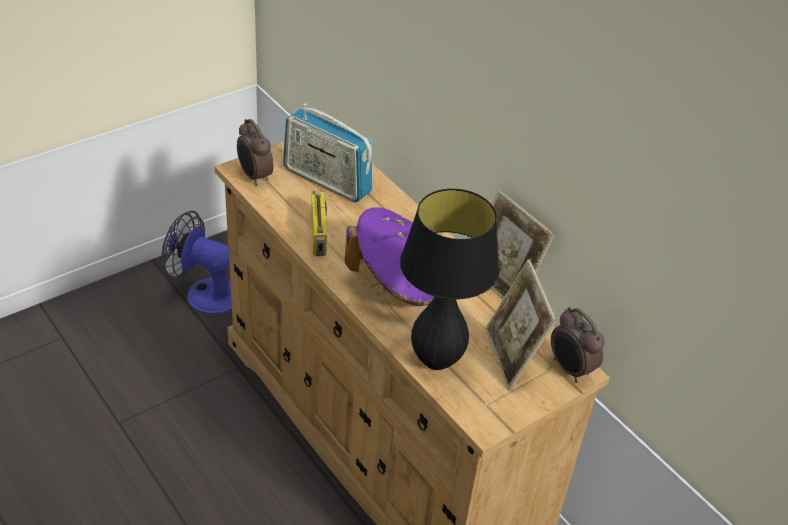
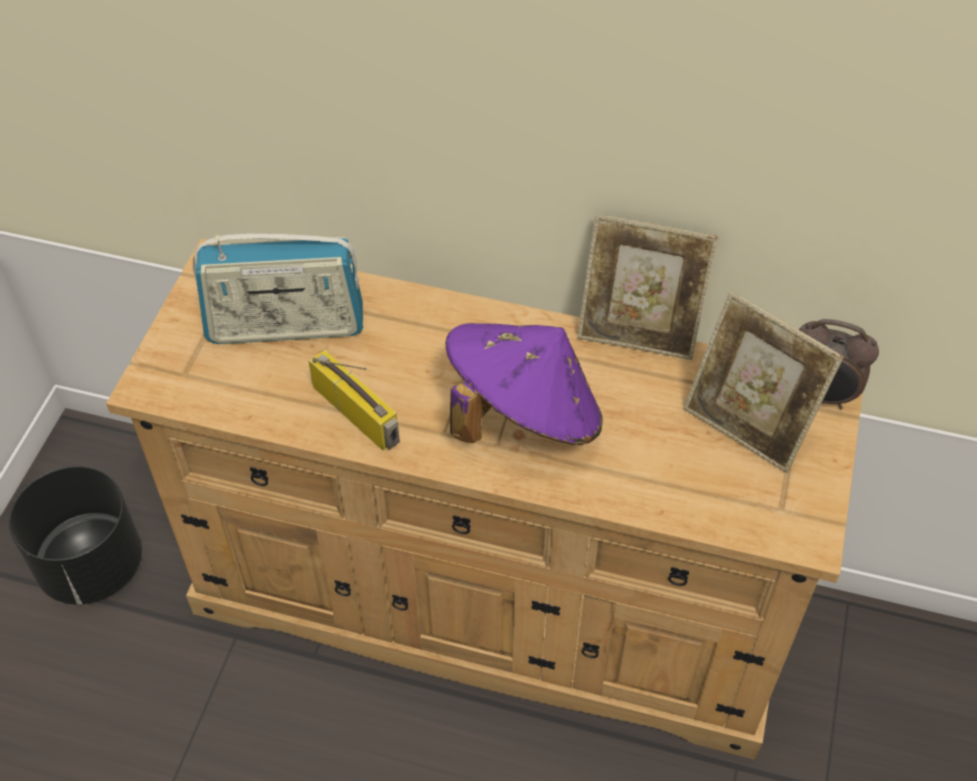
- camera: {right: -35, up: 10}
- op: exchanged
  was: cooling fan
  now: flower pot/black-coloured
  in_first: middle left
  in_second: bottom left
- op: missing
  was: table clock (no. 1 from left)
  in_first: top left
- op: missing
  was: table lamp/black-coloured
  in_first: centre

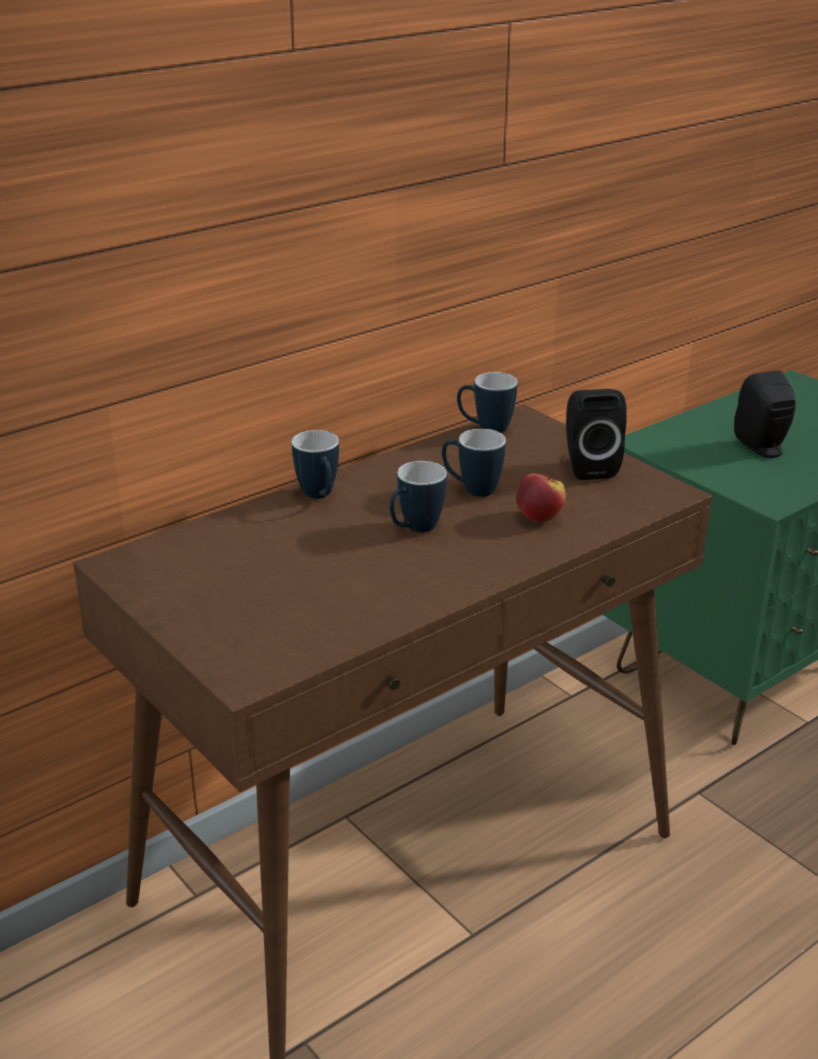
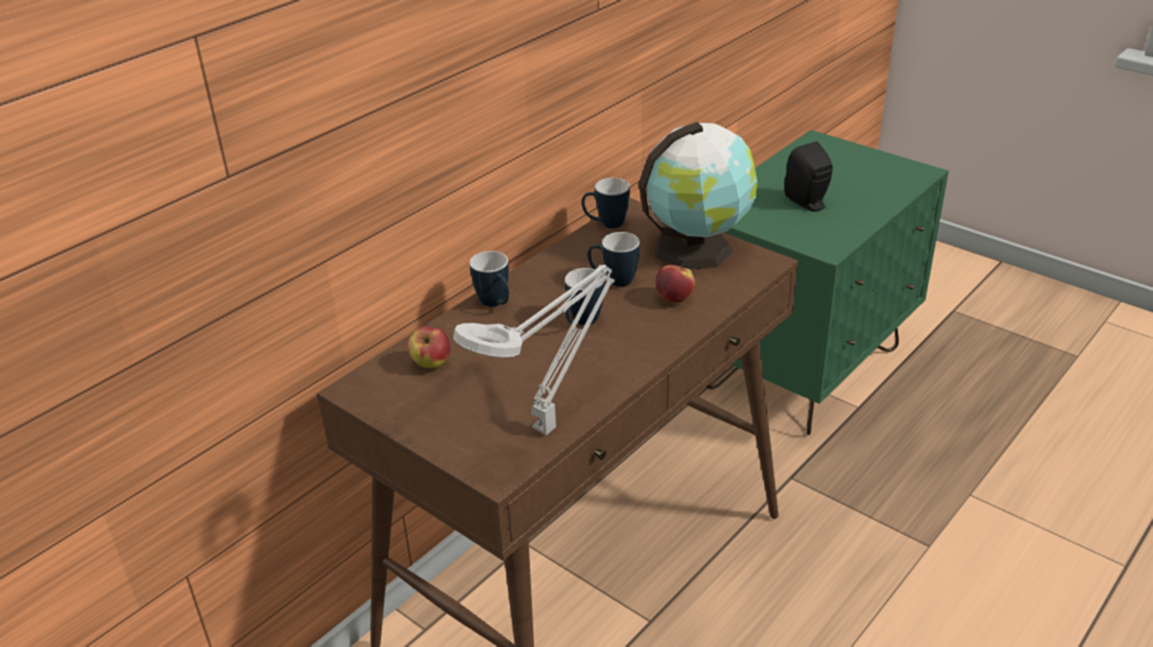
- camera: {right: -10, up: 5}
- op: exchanged
  was: audio speaker/black-coloured (no. 1 from left)
  now: world globe
  in_first: middle right
  in_second: top centre
- op: appeared
  now: apple fruit (no. 1 from left)
  in_second: centre
- op: appeared
  now: table lamp/greyish
  in_second: centre

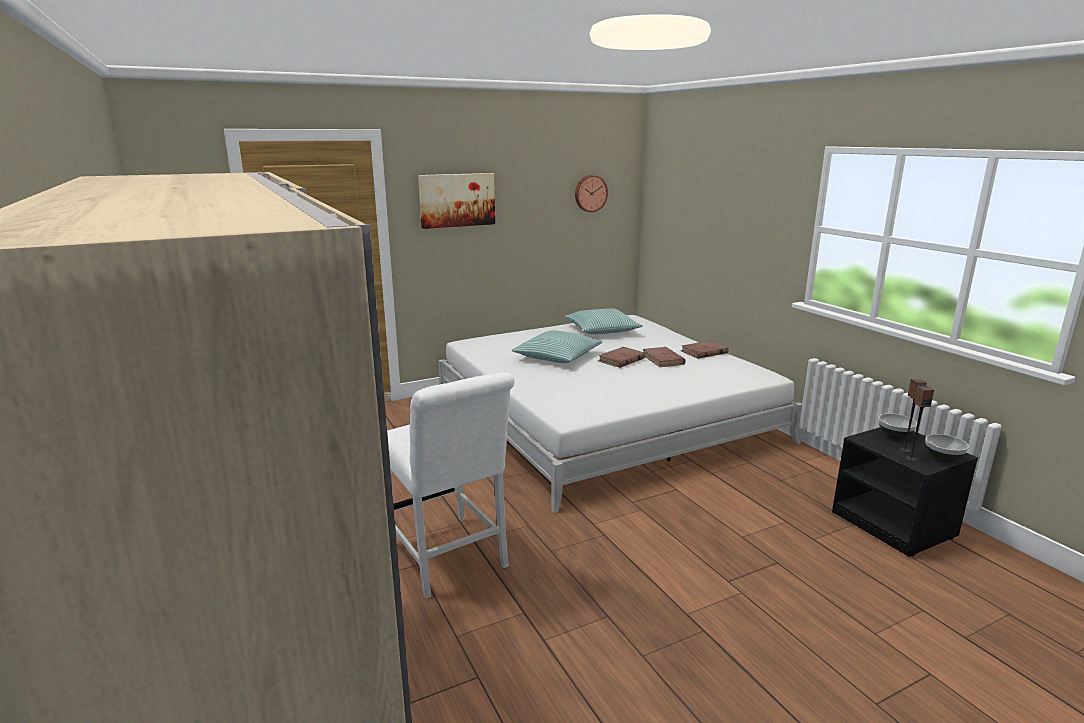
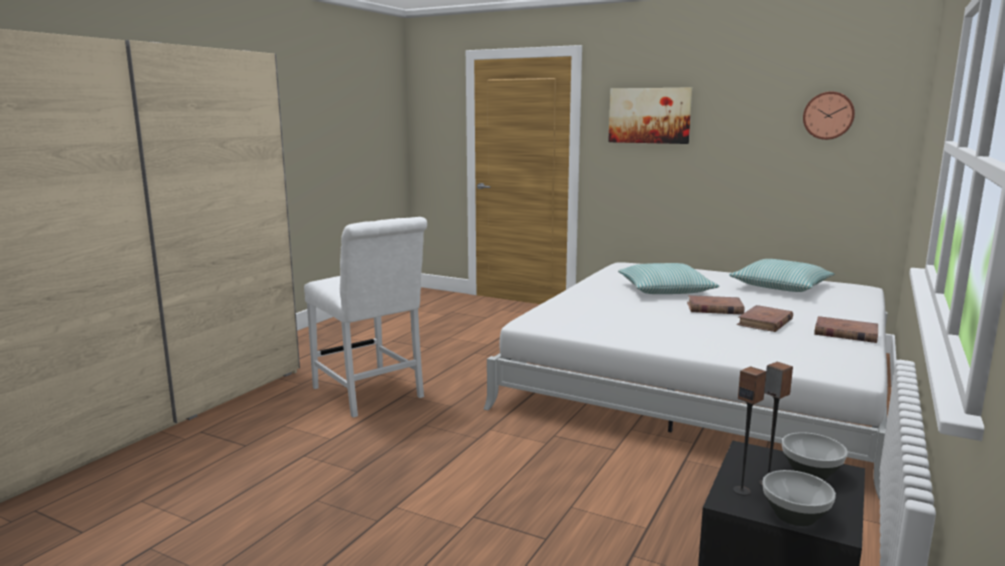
- camera: {right: 55, up: -5}
- op: spun
  was: chair/white
  in_first: bottom centre
  in_second: centre
  clockwise: -60

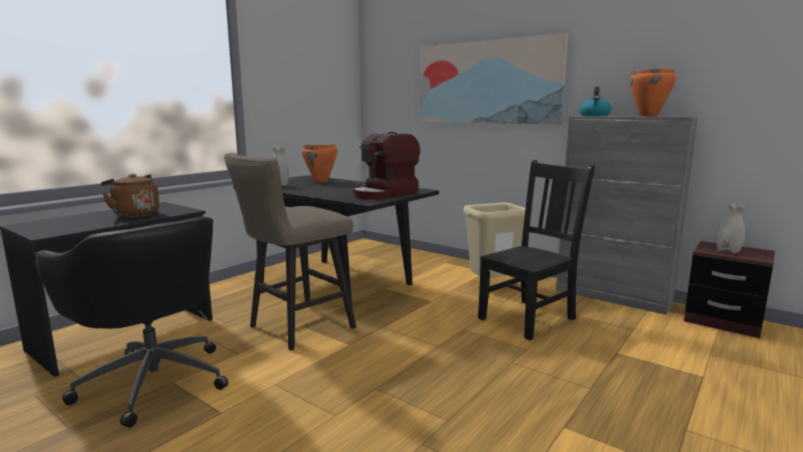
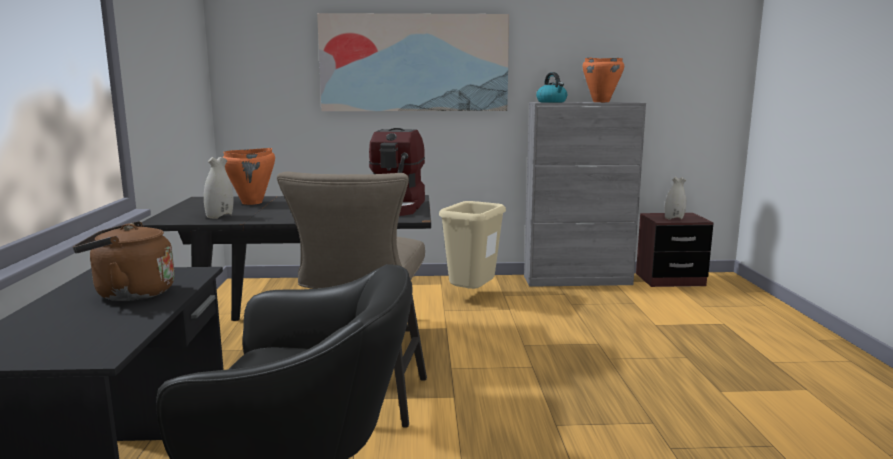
- camera: {right: -40, up: 0}
- op: missing
  was: chair/black-coloured
  in_first: middle right

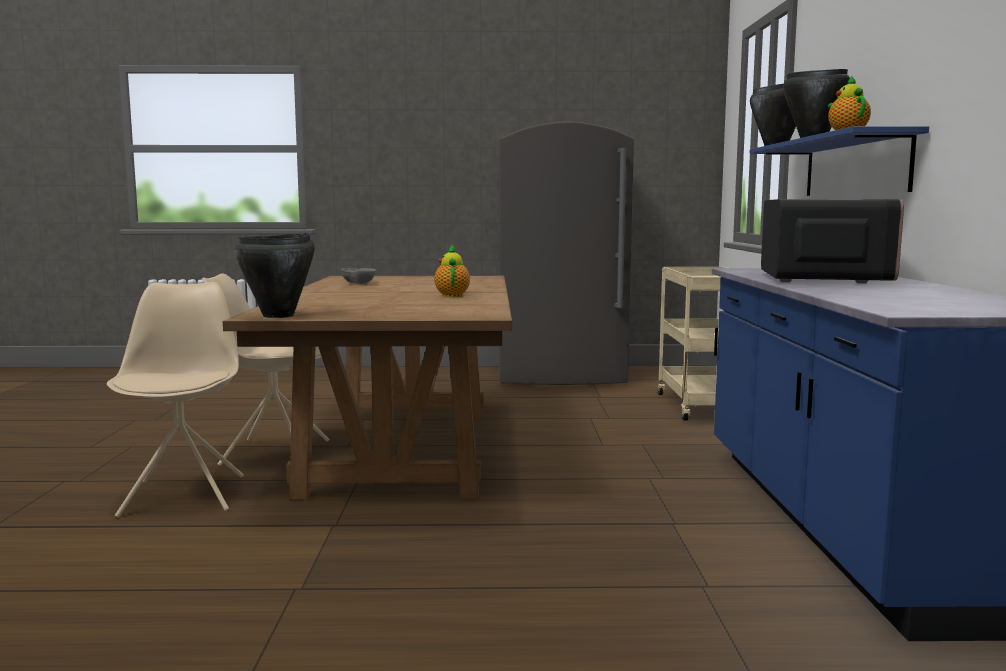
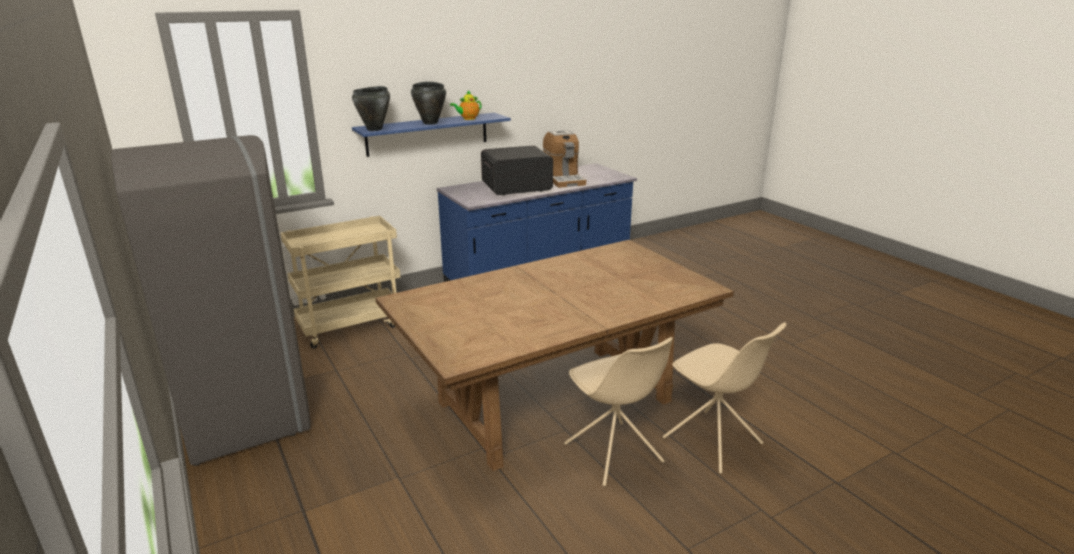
- camera: {right: -120, up: 15}
- op: spun
  was: chair/sand-coloured (no. 1 from left in the first image)
  in_first: middle left
  in_second: bottom right
  clockwise: -90
- op: missing
  was: saucepot/black-coloured (no. 1 from left)
  in_first: middle left
- op: missing
  was: serving bowl/greyish
  in_first: centre
- op: missing
  was: tea pot (no. 1 from left)
  in_first: centre
- op: appeared
  now: coffee machine
  in_second: top centre

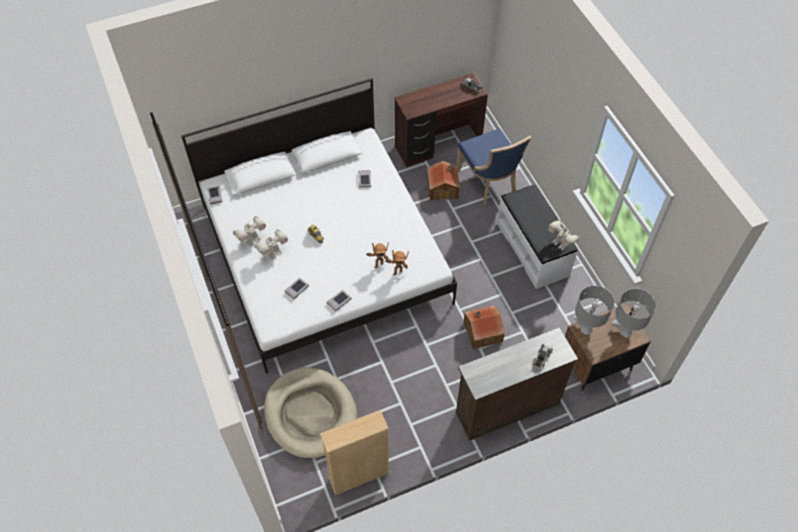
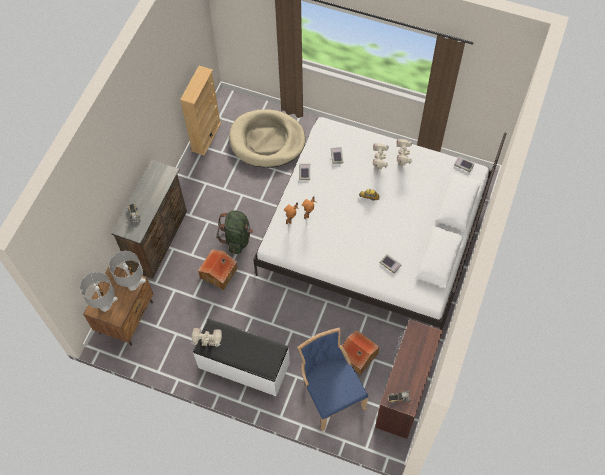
- camera: {right: 135, up: 5}
- op: spun
  was: chair/blue-coloured
  in_first: top centre
  in_second: bottom centre
  clockwise: 45
- op: appeared
  now: backpack/greenish
  in_second: centre

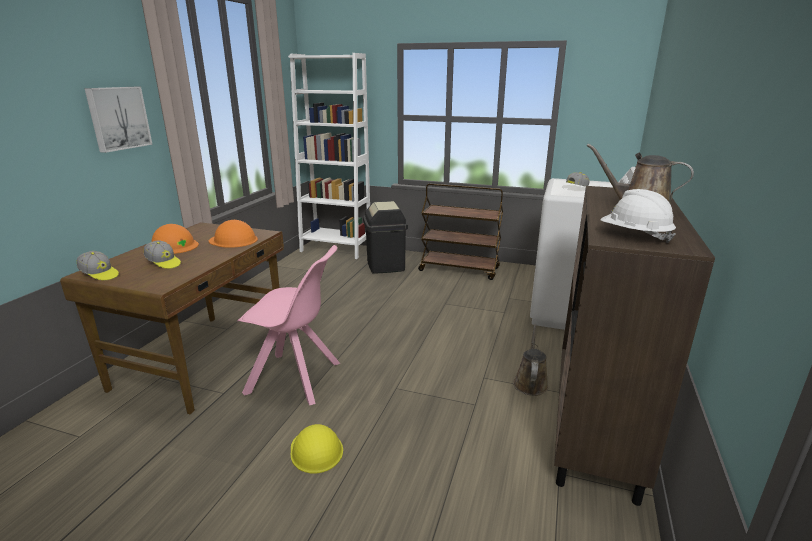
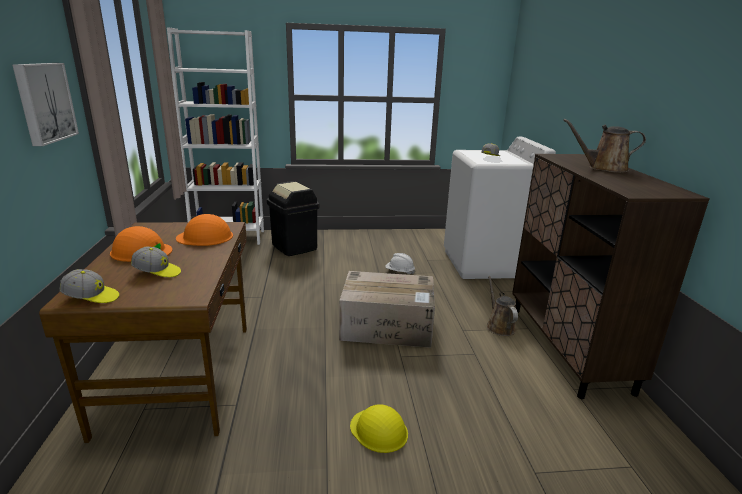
- camera: {right: -25, up: 0}
- op: missing
  was: chair/pink
  in_first: centre
- op: missing
  was: wheeled cart/brownish
  in_first: centre
- op: relocated
  was: hard hat/white
  in_first: middle right
  in_second: centre
- op: appeared
  now: packing box
  in_second: centre

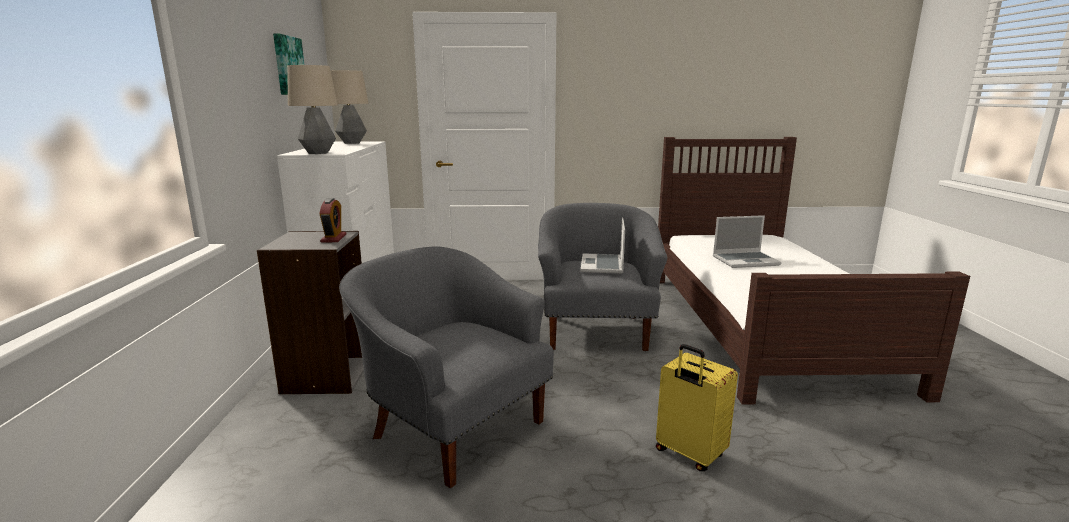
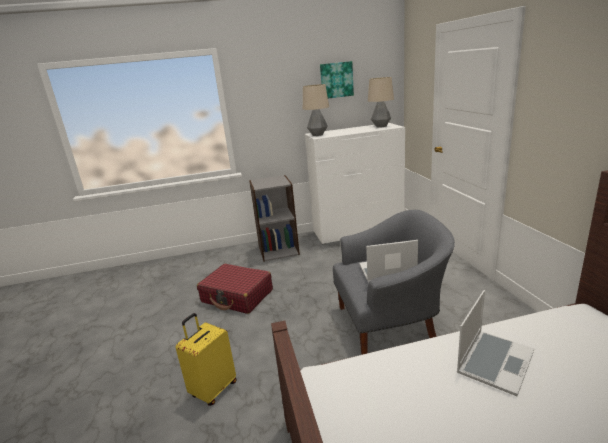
- camera: {right: 80, up: 5}
- op: missing
  was: table clock
  in_first: middle left
- op: exchanged
  was: easy chair/greyish (no. 1 from left)
  now: suitcase/reddish
  in_first: bottom centre
  in_second: centre
- op: spun
  was: portable computer (no. 2 from left)
  in_first: middle right
  in_second: bottom right
  clockwise: -120

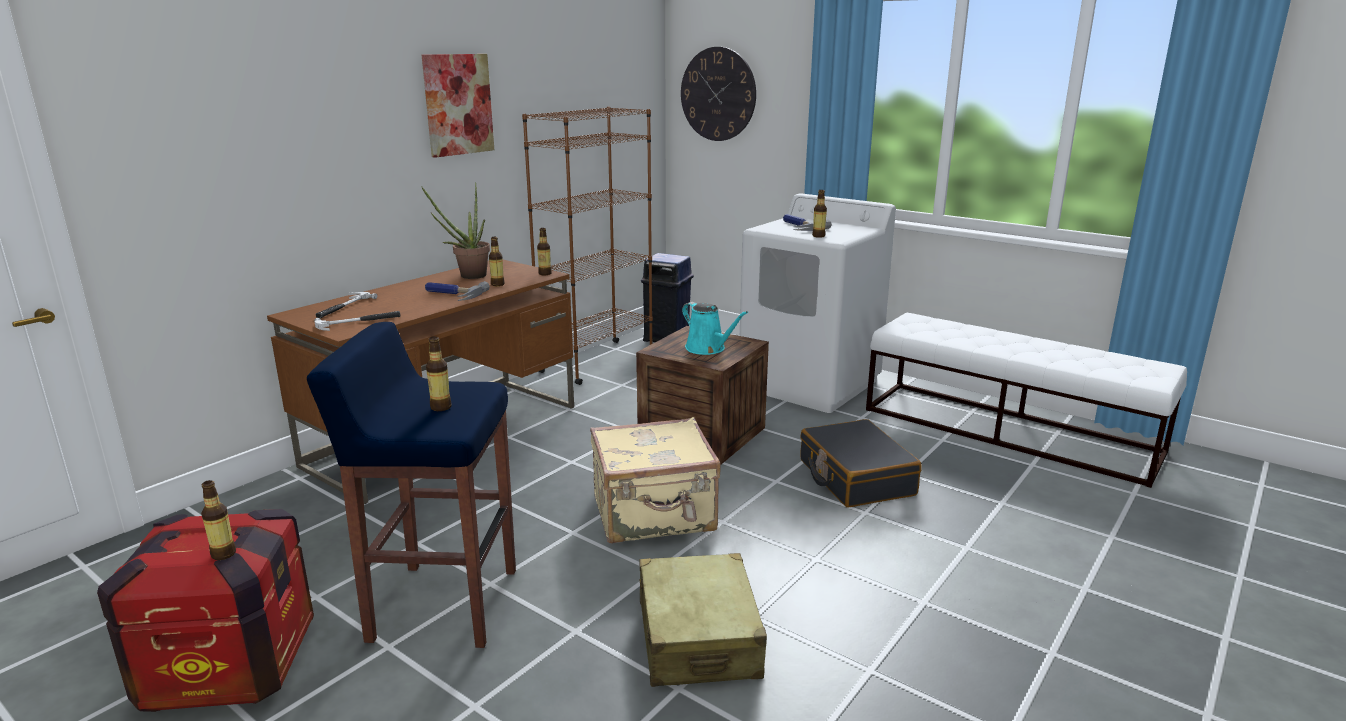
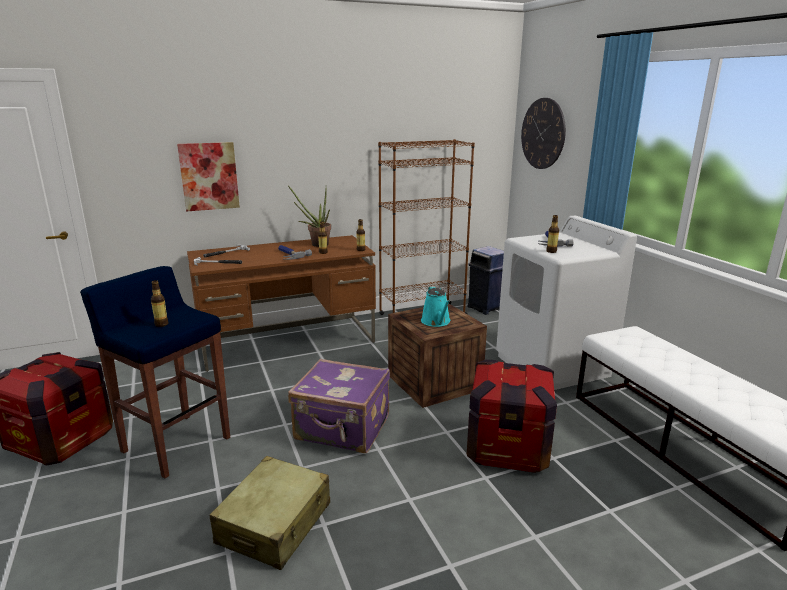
- camera: {right: 30, up: 0}
- op: missing
  was: bottle (no. 1 from left)
  in_first: bottom left
- op: relocated
  was: wall art
  in_first: top centre
  in_second: top left
- op: colour
  was: suitcase/sand-coloured (no. 1 from left)
  now: suitcase/purple-coloured
  in_first: centre
  in_second: bottom centre
- op: exchanged
  was: suitcase/black-coloured
  now: crate (no. 3 from left)
  in_first: centre
  in_second: bottom centre

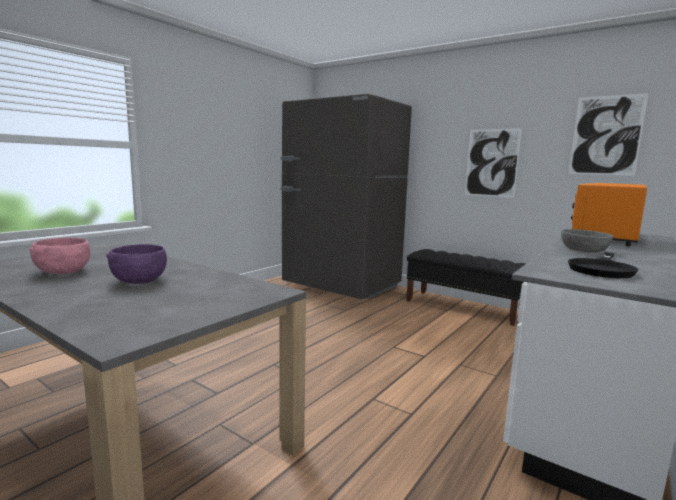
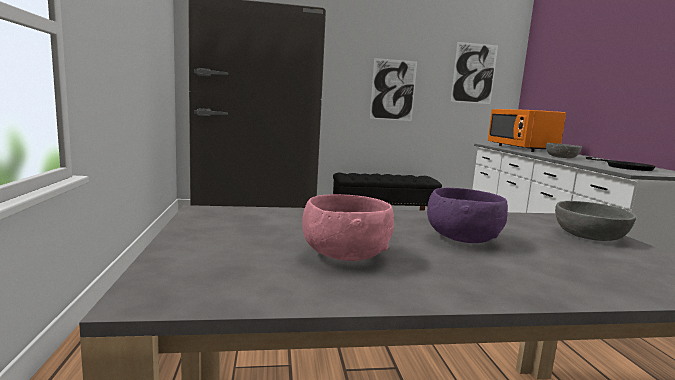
- camera: {right: -45, up: 0}
- op: appeared
  now: serving bowl/greyish (no. 2 from left)
  in_second: middle right

